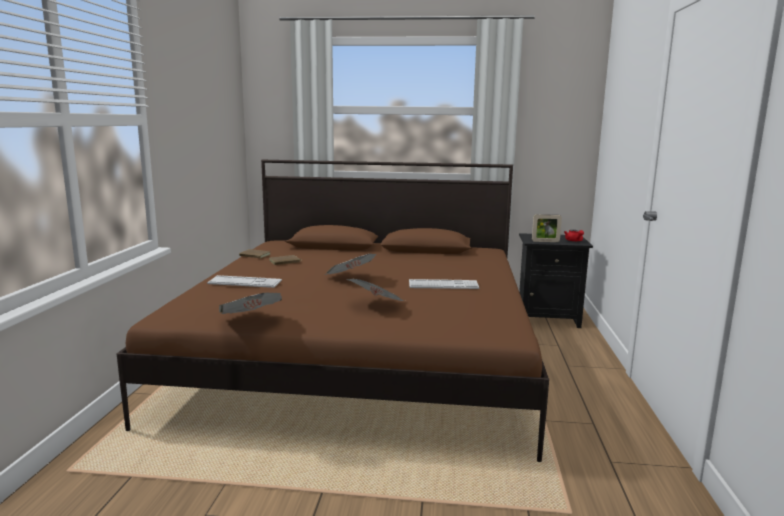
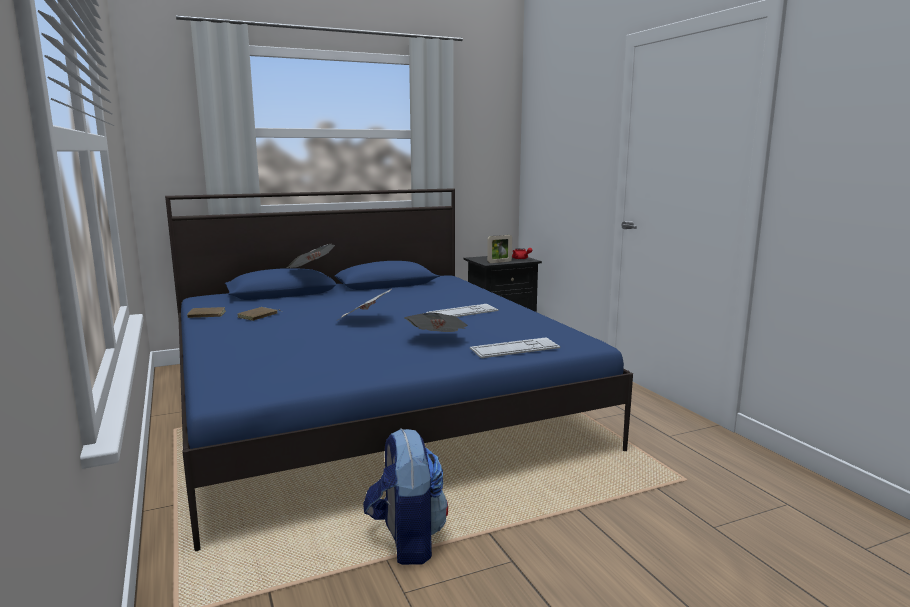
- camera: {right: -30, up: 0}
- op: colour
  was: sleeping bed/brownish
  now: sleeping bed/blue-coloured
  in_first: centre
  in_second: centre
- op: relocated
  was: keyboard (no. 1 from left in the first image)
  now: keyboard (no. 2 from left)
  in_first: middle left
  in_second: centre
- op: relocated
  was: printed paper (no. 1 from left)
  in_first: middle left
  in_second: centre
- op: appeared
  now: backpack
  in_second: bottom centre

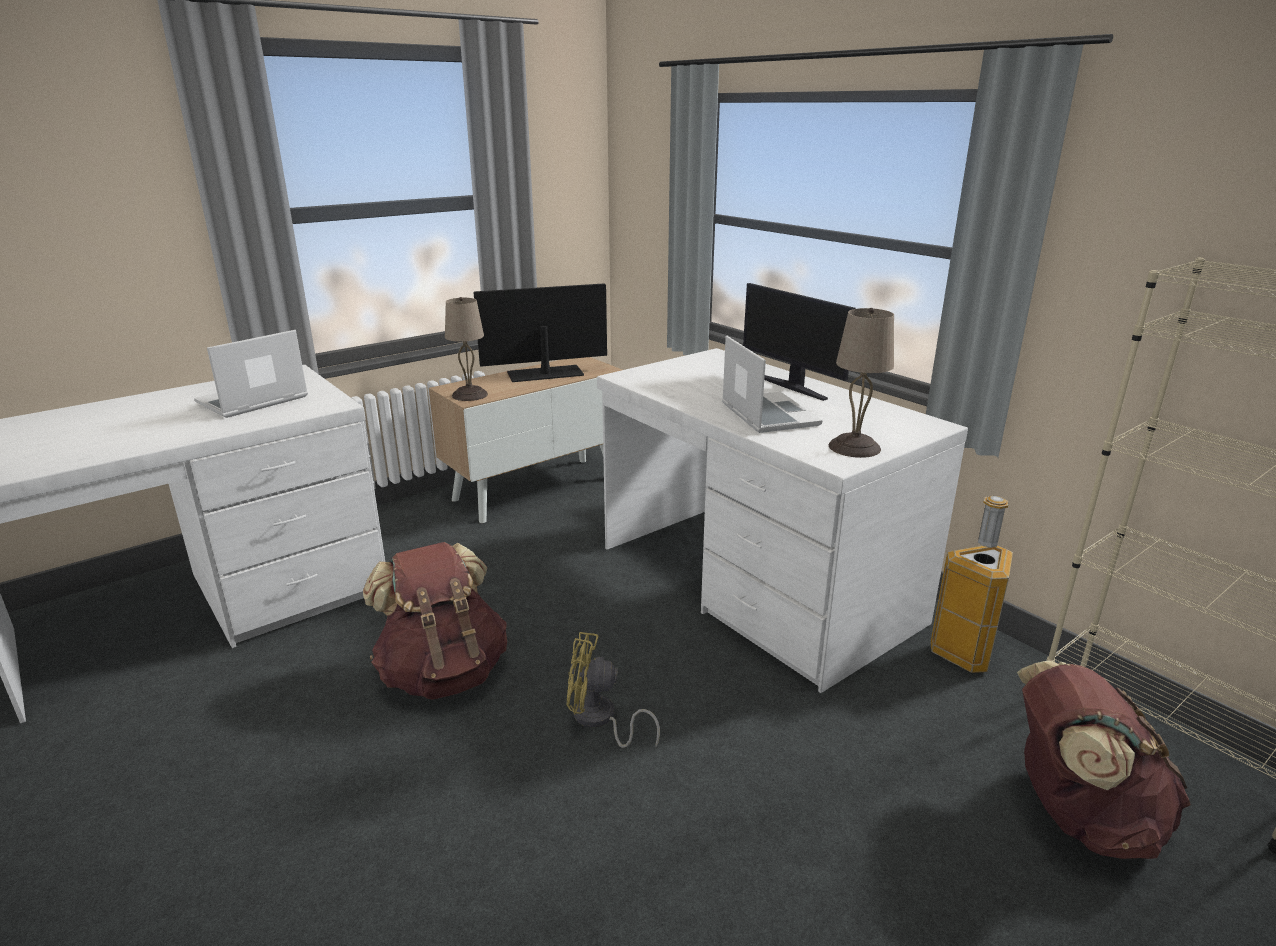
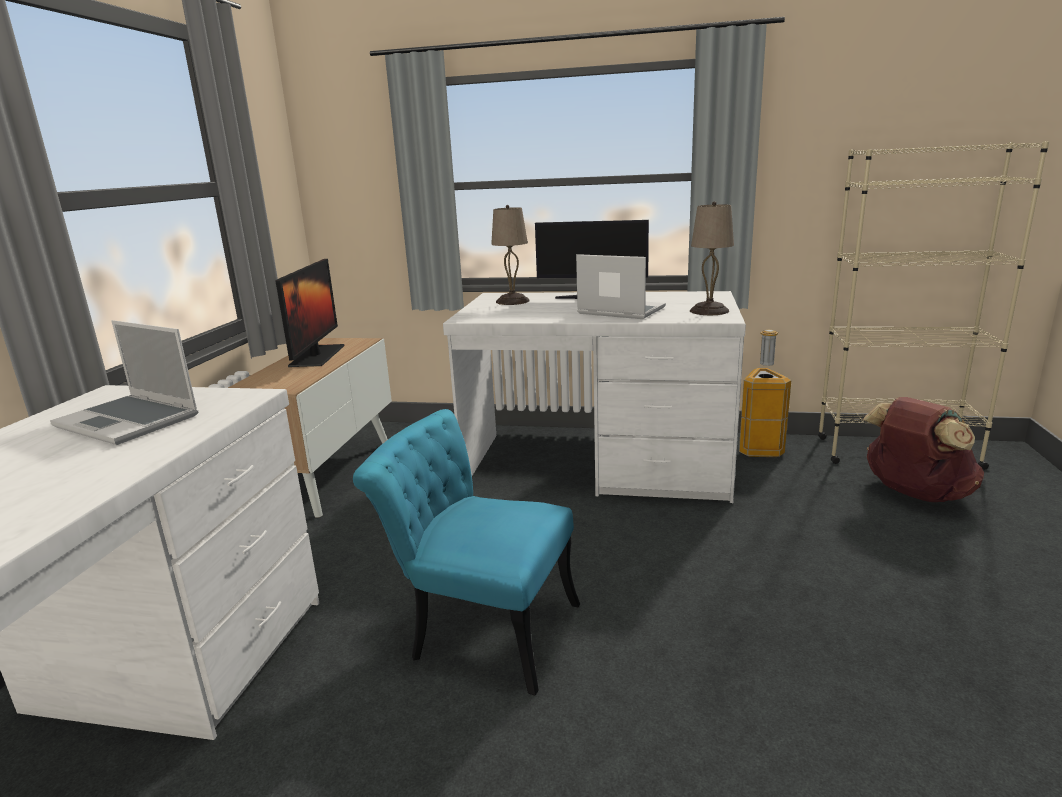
- camera: {right: -40, up: -5}
- op: spun
  was: portable computer (no. 1 from left)
  in_first: middle left
  in_second: middle left
  clockwise: -60
- op: exchanged
  was: backpack/brownish (no. 1 from left)
  now: chair/turquoise-coloured
  in_first: centre
  in_second: bottom centre
- op: relocated
  was: table lamp/sand-coloured (no. 1 from left)
  in_first: centre
  in_second: top centre
- op: spun
  was: computer screen (no. 1 from left)
  in_first: centre
  in_second: middle left
  clockwise: 150
- op: missing
  was: cooling fan/yellow-coloured
  in_first: bottom centre

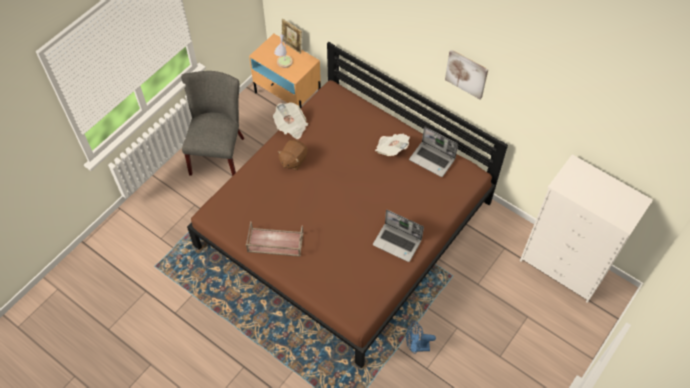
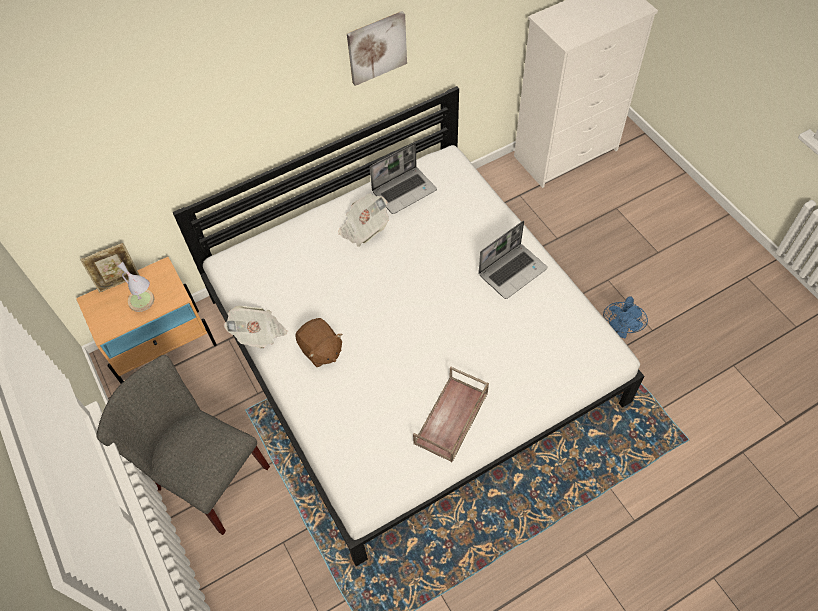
- camera: {right: -65, up: 0}
- op: colour
  was: sleeping bed/brownish
  now: sleeping bed/white
  in_first: centre
  in_second: centre

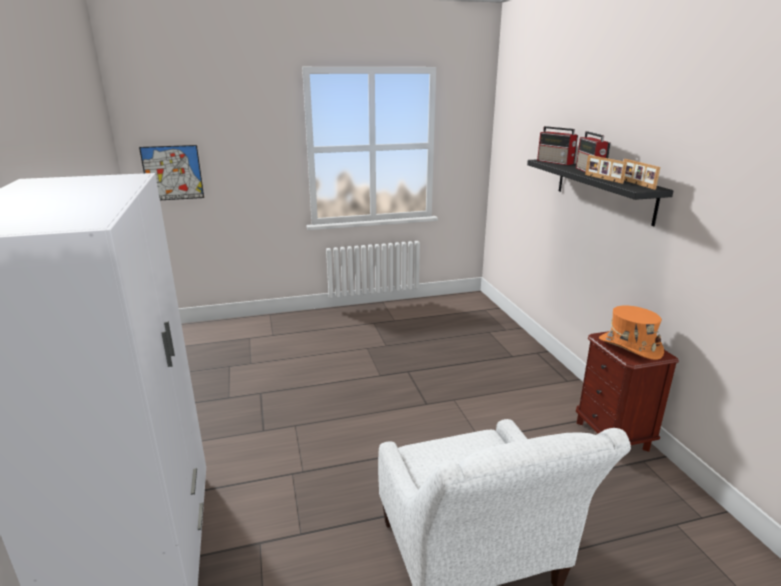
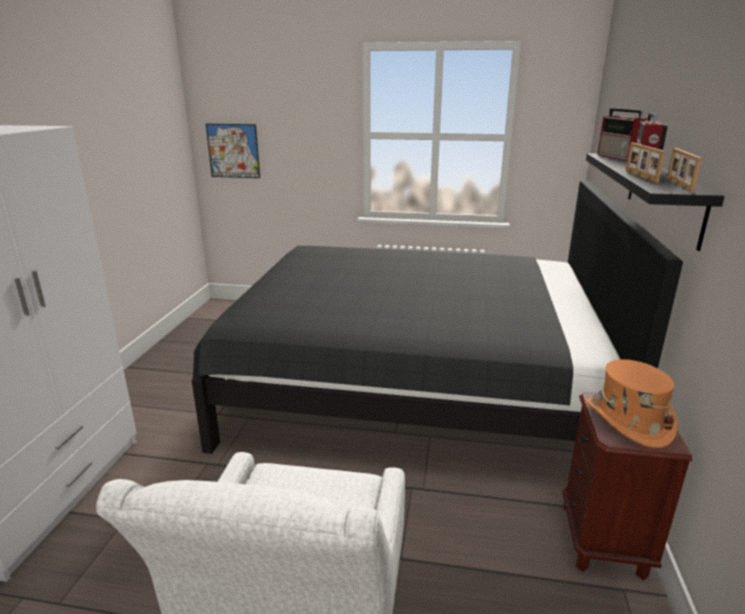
- camera: {right: 25, up: 0}
- op: appeared
  now: sleeping bed/black-coloured
  in_second: centre

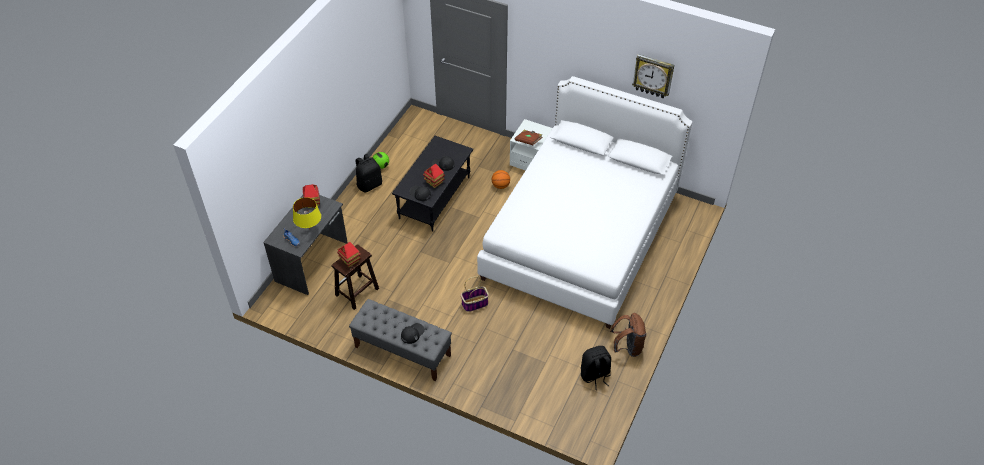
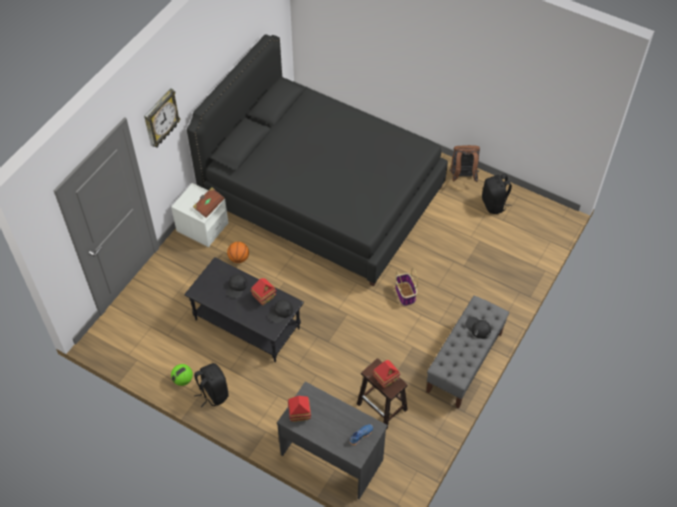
- camera: {right: -85, up: 5}
- op: missing
  was: table lamp/yellow-coloured
  in_first: middle left
- op: colour
  was: sleeping bed/white
  now: sleeping bed/black-coloured
  in_first: centre
  in_second: top centre
- op: relocated
  was: clock on the wall
  in_first: top centre
  in_second: top left

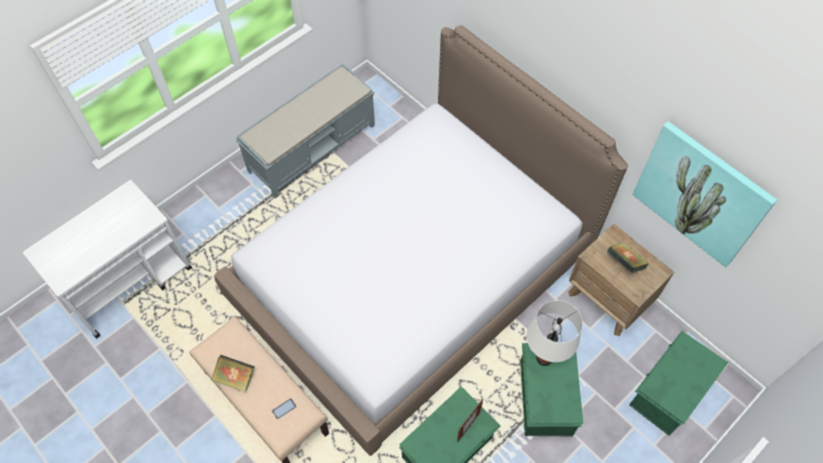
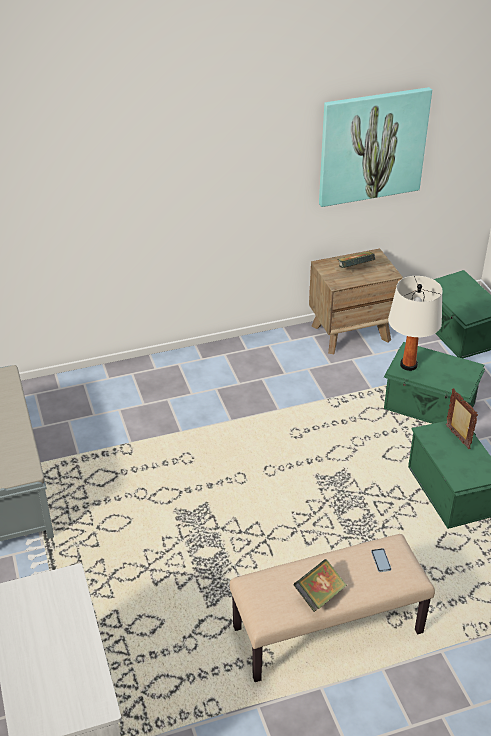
- camera: {right: -65, up: -20}
- op: missing
  was: sleeping bed
  in_first: centre

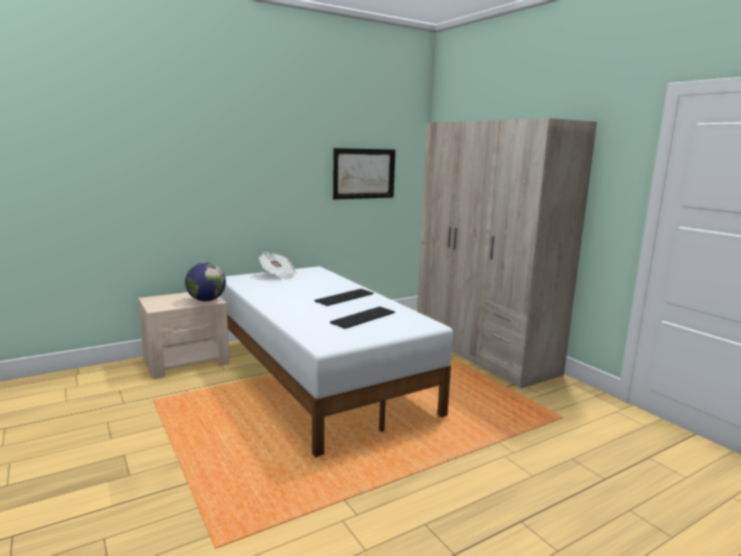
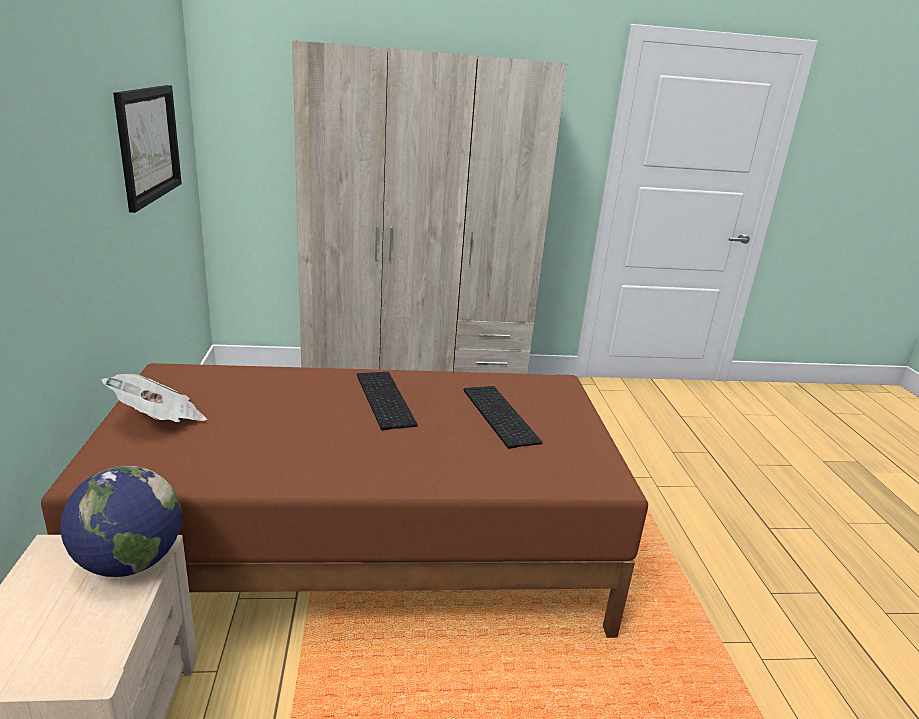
- camera: {right: -65, up: 10}
- op: colour
  was: sleeping bed/white
  now: sleeping bed/brownish
  in_first: centre
  in_second: bottom centre

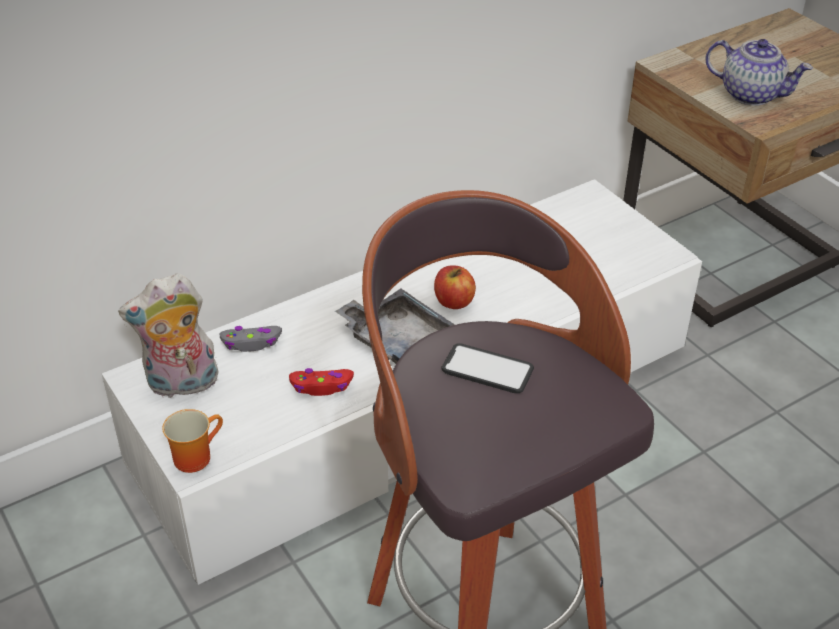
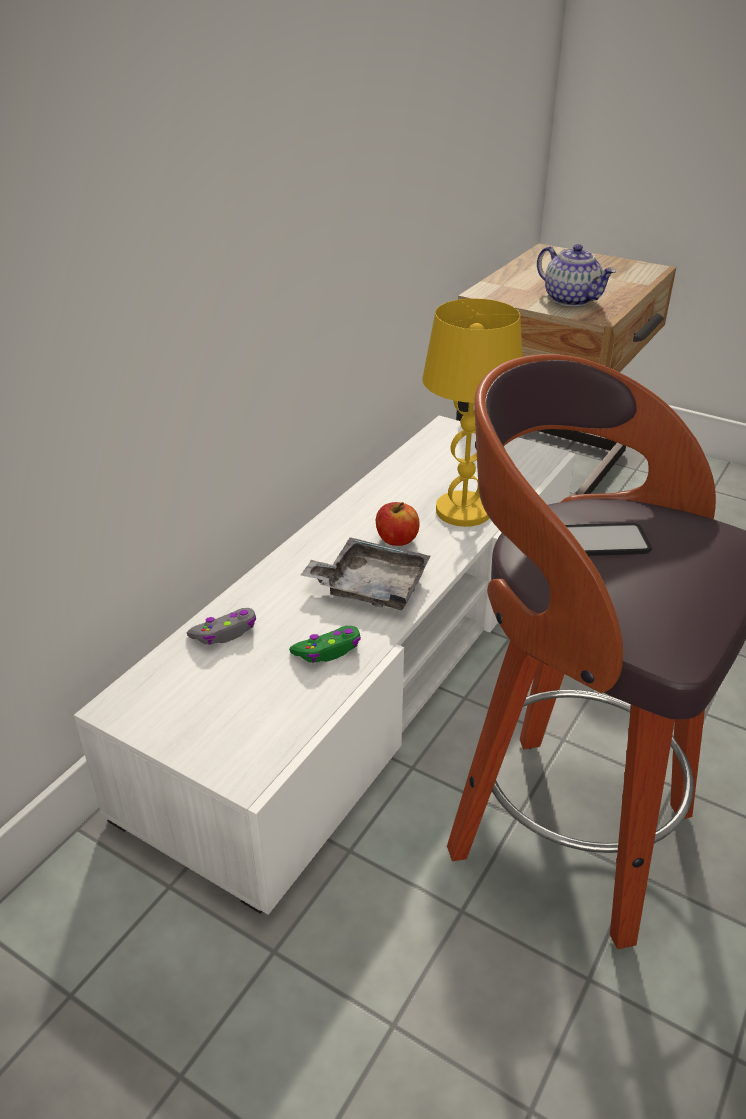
- camera: {right: -25, up: -5}
- op: missing
  was: cuddly toy
  in_first: middle left
- op: missing
  was: mug
  in_first: bottom left
- op: colour
  was: game controller/reddish
  now: game controller/greenish
  in_first: centre
  in_second: centre
- op: spun
  was: tea pot
  in_first: top right
  in_second: top right
  clockwise: 45
- op: appeared
  now: table lamp/yellow-coloured
  in_second: centre

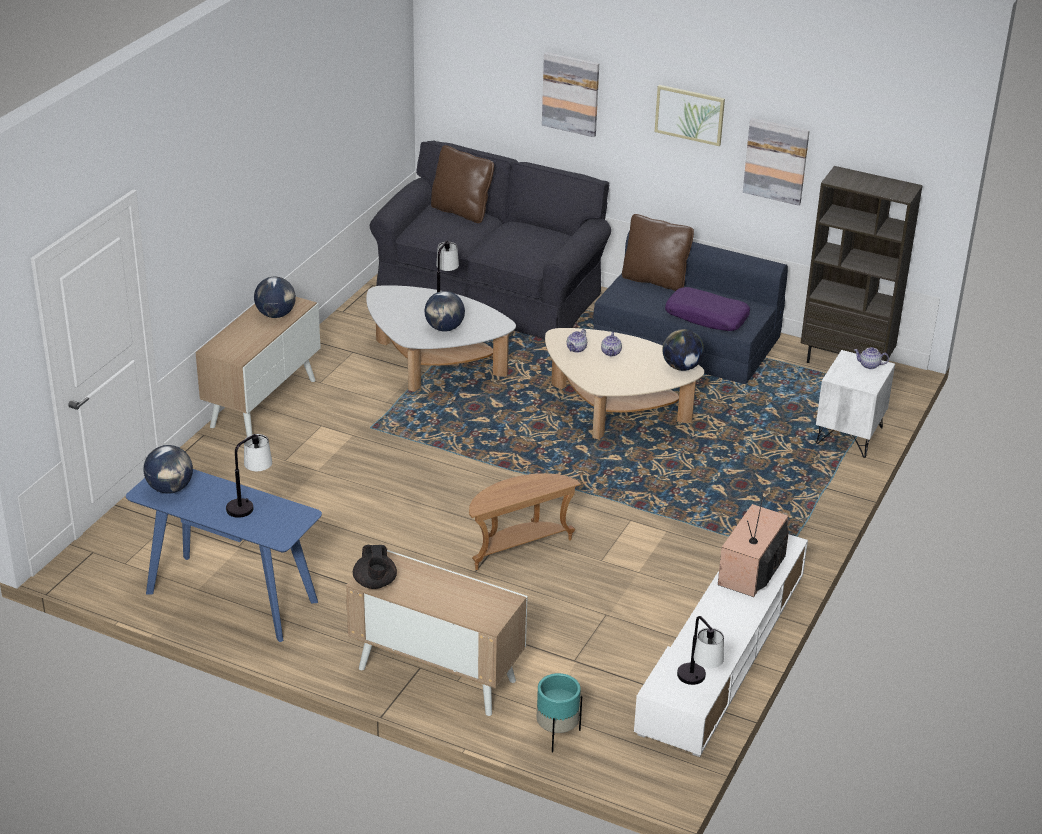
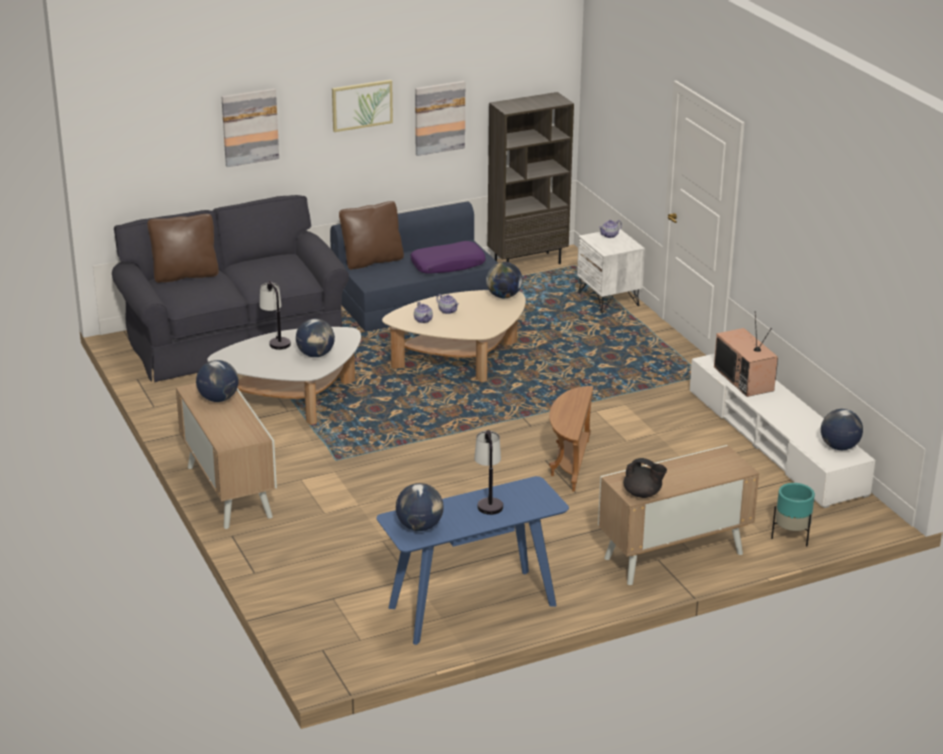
- camera: {right: -50, up: -5}
- op: exchanged
  was: table lamp (no. 3 from left)
  now: world globe (no. 5 from left)
  in_first: bottom right
  in_second: middle right

